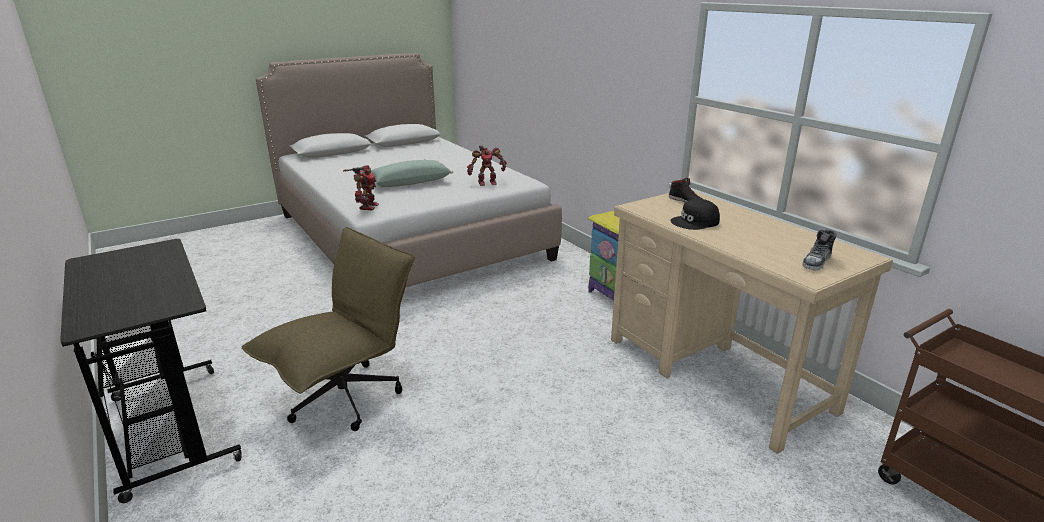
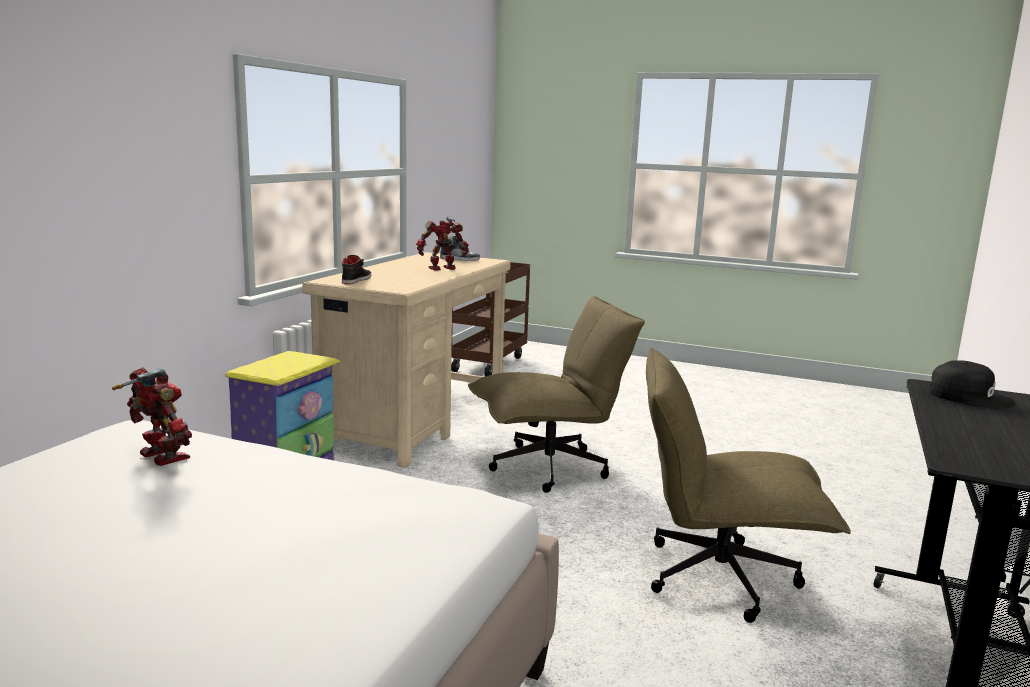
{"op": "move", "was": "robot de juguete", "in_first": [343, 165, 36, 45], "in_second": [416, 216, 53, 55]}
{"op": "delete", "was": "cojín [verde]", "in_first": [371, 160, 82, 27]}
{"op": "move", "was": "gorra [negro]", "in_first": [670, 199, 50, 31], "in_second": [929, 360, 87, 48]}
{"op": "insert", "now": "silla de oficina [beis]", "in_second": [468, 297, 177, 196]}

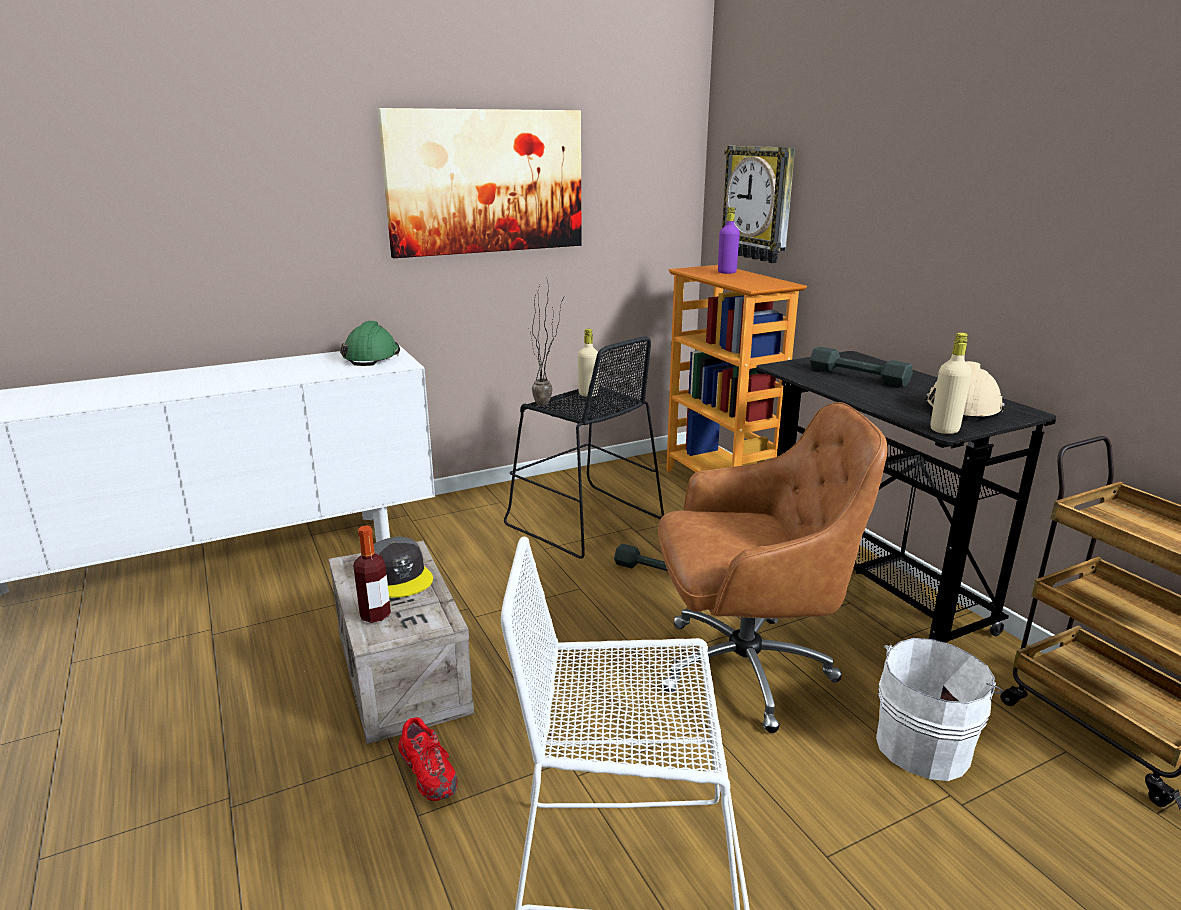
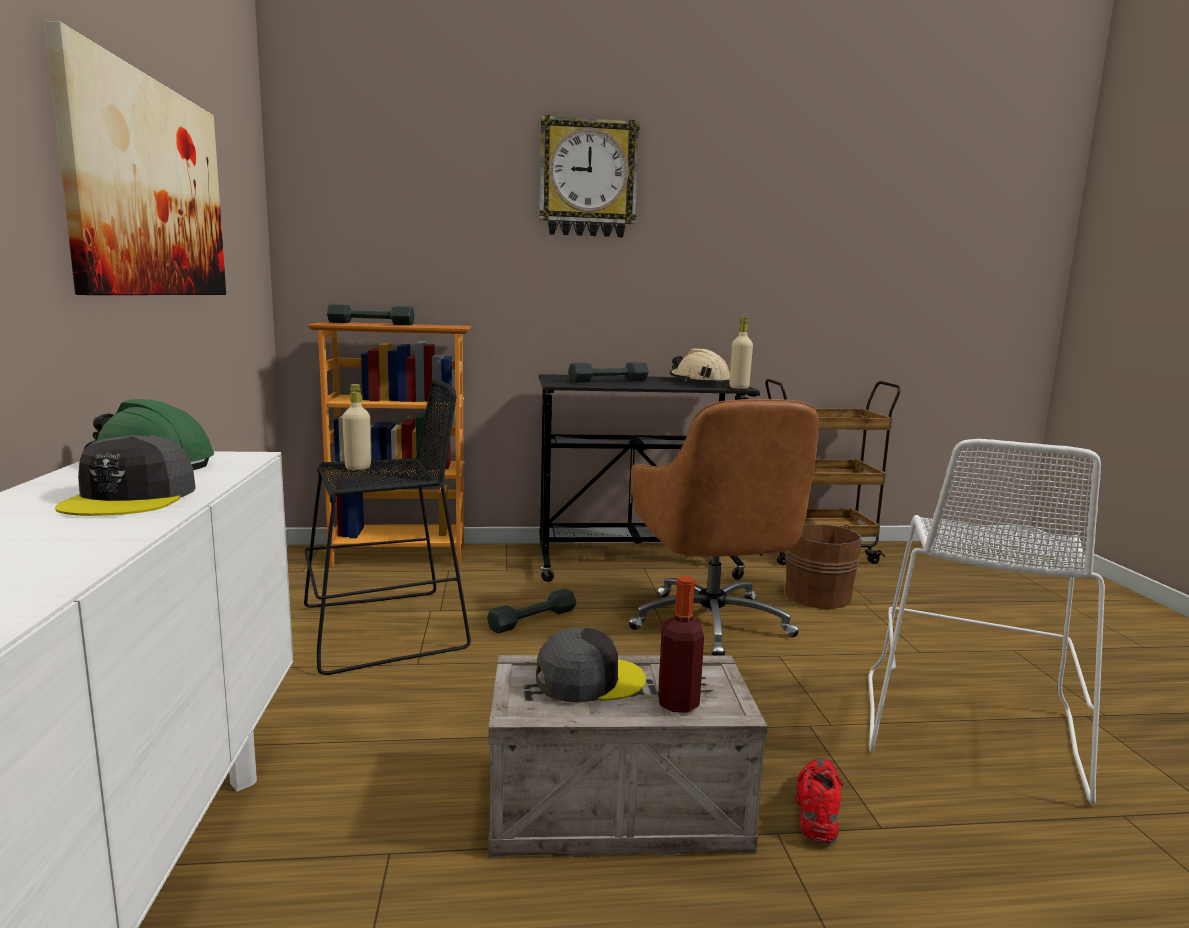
{"op": "rotate", "was": "zapato [rojo]", "in_first": [398, 717, 59, 84], "in_second": [795, 758, 49, 86], "clockwise": -60}
{"op": "delete", "was": "planta en maceta", "in_first": [530, 281, 32, 125]}
{"op": "rotate", "was": "silla de oficina [marrón]", "in_first": [658, 402, 230, 331], "in_second": [629, 399, 190, 256], "clockwise": 150}
{"op": "replace", "was": "botella [morado]", "now": "mancuerna [gris]", "in_first": [718, 207, 22, 67], "in_second": [327, 304, 87, 21]}
{"op": "move", "was": "reloj de pared", "in_first": [722, 146, 73, 117], "in_second": [539, 115, 101, 122]}
{"op": "recolor", "was": "cubo [blanco]", "now": "cubo [marrón]", "in_first": [876, 638, 127, 143], "in_second": [779, 524, 82, 85]}
{"op": "insert", "now": "gorra [gris]", "in_second": [55, 435, 141, 81]}

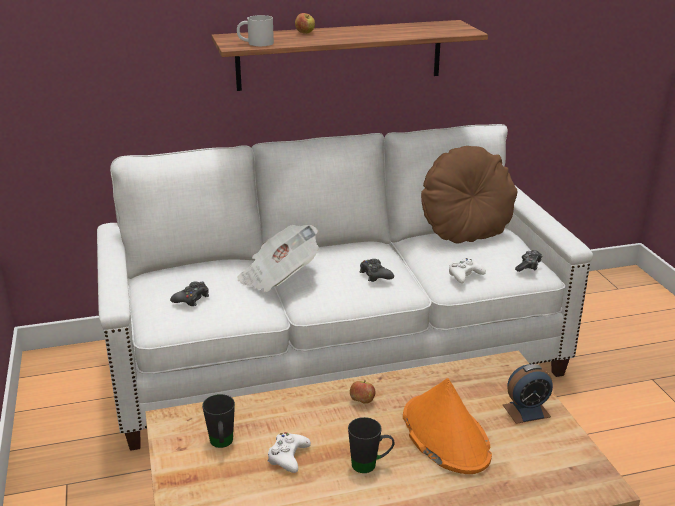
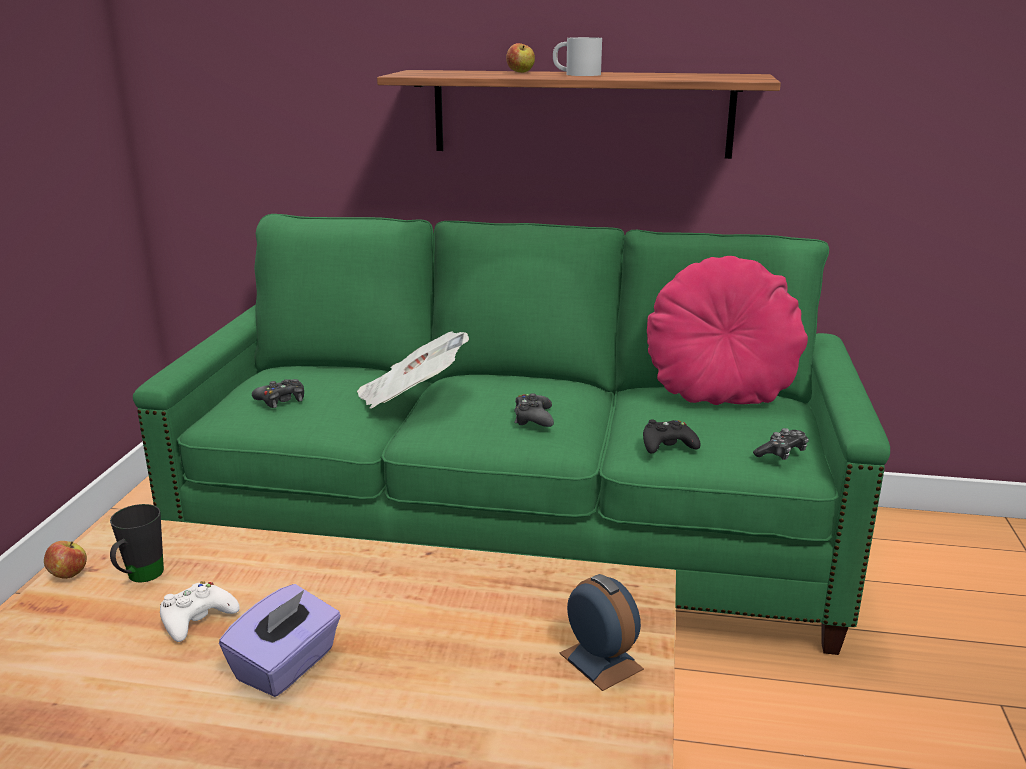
{"op": "recolor", "was": "sofá [blanco]", "now": "sofá [verde]", "in_first": [97, 124, 496, 327], "in_second": [133, 214, 757, 441]}
{"op": "move", "was": "taza grande [blanco]", "in_first": [237, 15, 37, 31], "in_second": [553, 37, 49, 39]}
{"op": "replace", "was": "taza grande [negro]", "now": "caja de pañuelos [morado]", "in_first": [348, 417, 46, 56], "in_second": [219, 584, 122, 113]}
{"op": "move", "was": "manzana", "in_first": [350, 380, 25, 24], "in_second": [44, 541, 43, 38]}
{"op": "delete", "was": "sombrero [naranja]", "in_first": [403, 378, 89, 96]}
{"op": "recolor", "was": "cojín [marrón]", "now": "cojín [rosa]", "in_first": [421, 146, 96, 97], "in_second": [647, 256, 161, 149]}
{"op": "recolor", "was": "mando de consola [blanco]", "now": "mando de consola [negro]", "in_first": [449, 258, 37, 25], "in_second": [643, 420, 58, 34]}
{"op": "rotate", "was": "despertador", "in_first": [503, 364, 50, 60], "in_second": [559, 574, 85, 117], "clockwise": -135}

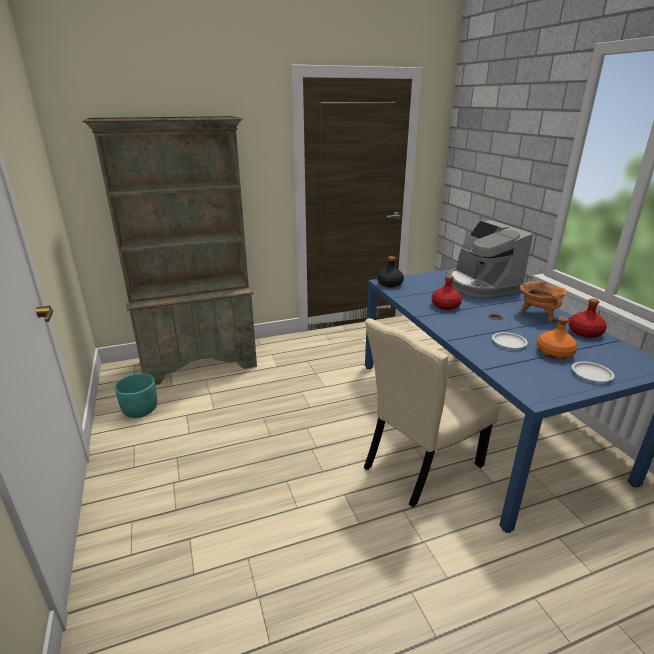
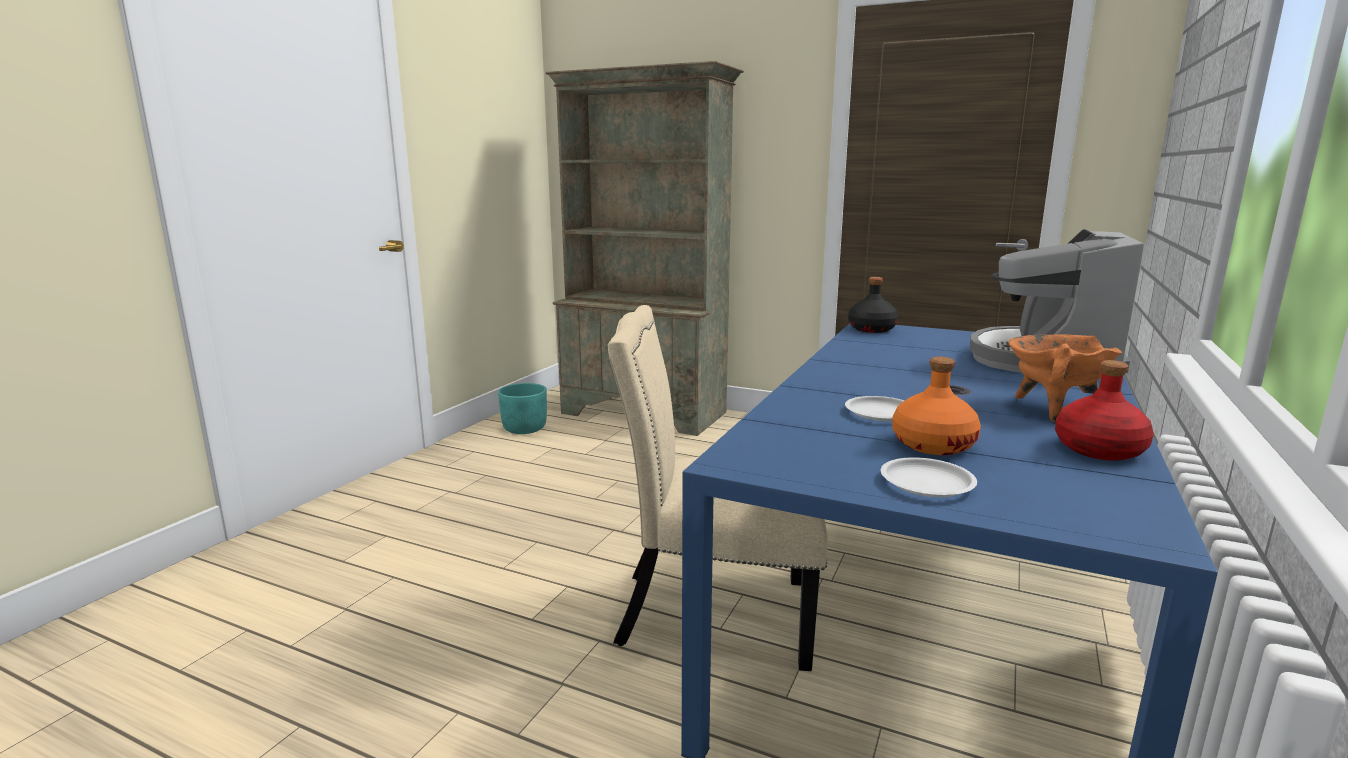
{"op": "delete", "was": "botella [rojo]", "in_first": [432, 275, 30, 35]}

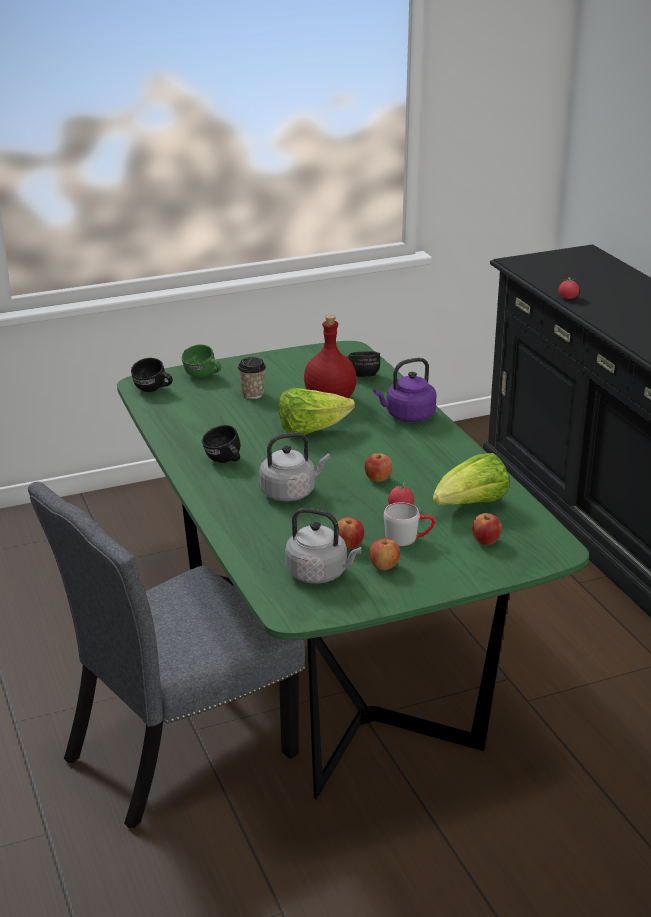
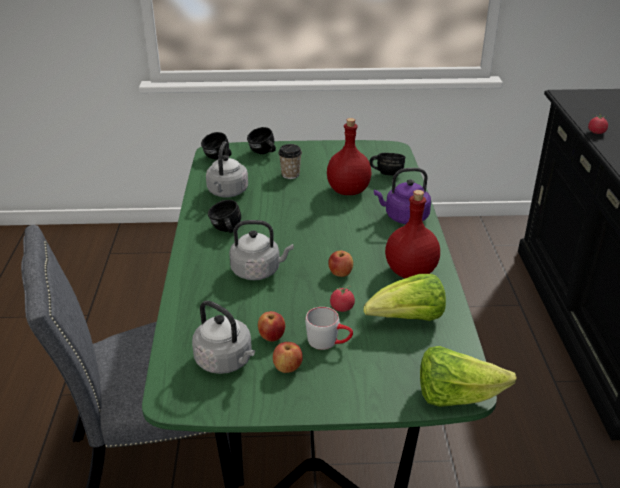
{"op": "recolor", "was": "taza grande [verde]", "now": "taza grande [negro]", "in_first": [182, 344, 39, 34], "in_second": [247, 127, 29, 27]}
{"op": "move", "was": "lechuga", "in_first": [279, 388, 76, 47], "in_second": [420, 346, 97, 61]}
{"op": "delete", "was": "manzana", "in_first": [472, 513, 30, 32]}
{"op": "insert", "now": "hervidor [gris]", "in_second": [206, 141, 42, 56]}
{"op": "insert", "now": "botella [rojo]", "in_second": [385, 190, 55, 88]}

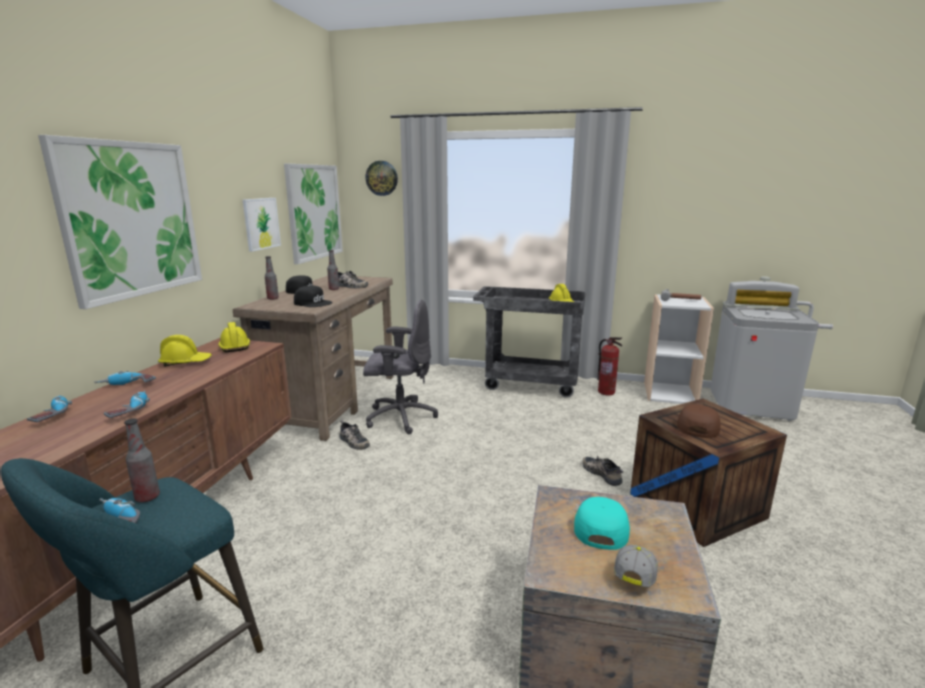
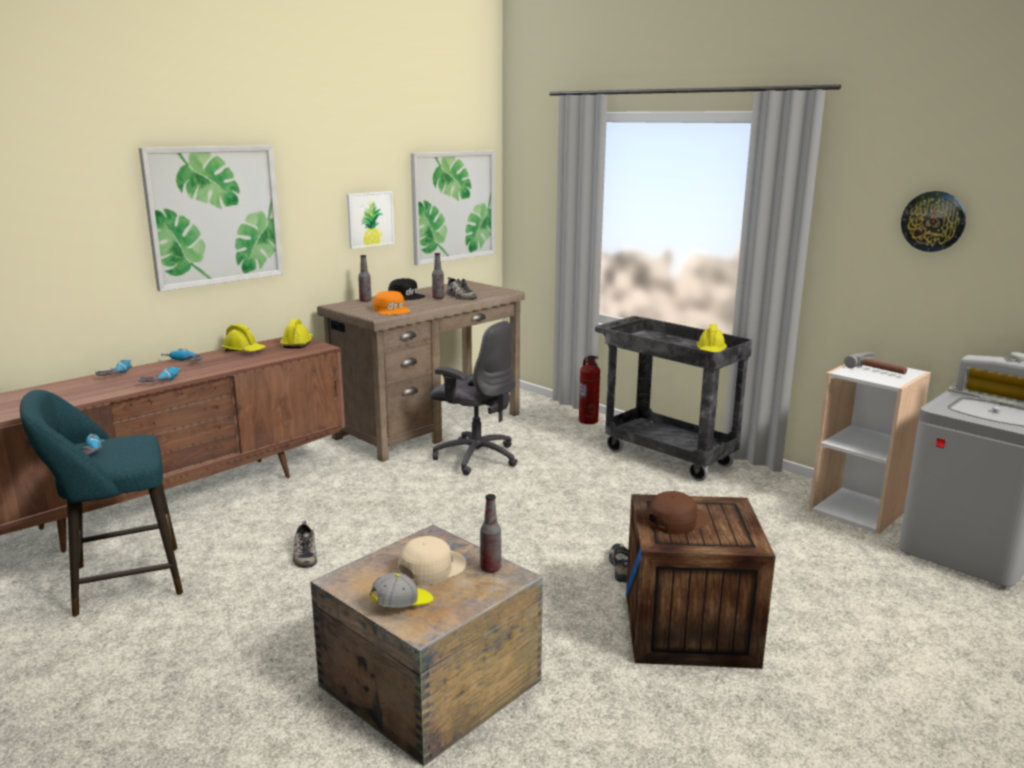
{"op": "move", "was": "botella", "in_first": [124, 418, 36, 85], "in_second": [480, 494, 21, 79]}
{"op": "recolor", "was": "gorra [negro]", "now": "gorra [naranja]", "in_first": [294, 285, 39, 22], "in_second": [373, 291, 38, 24]}
{"op": "move", "was": "zapato", "in_first": [339, 420, 31, 30], "in_second": [293, 520, 24, 48]}
{"op": "move", "was": "reloj de pared", "in_first": [365, 161, 33, 35], "in_second": [901, 191, 65, 61]}
{"op": "recolor", "was": "gorra [turquesa]", "now": "gorra [beis]", "in_first": [574, 497, 56, 53], "in_second": [398, 536, 69, 49]}
{"op": "move", "was": "extintor", "in_first": [597, 337, 25, 59], "in_second": [579, 355, 21, 69]}

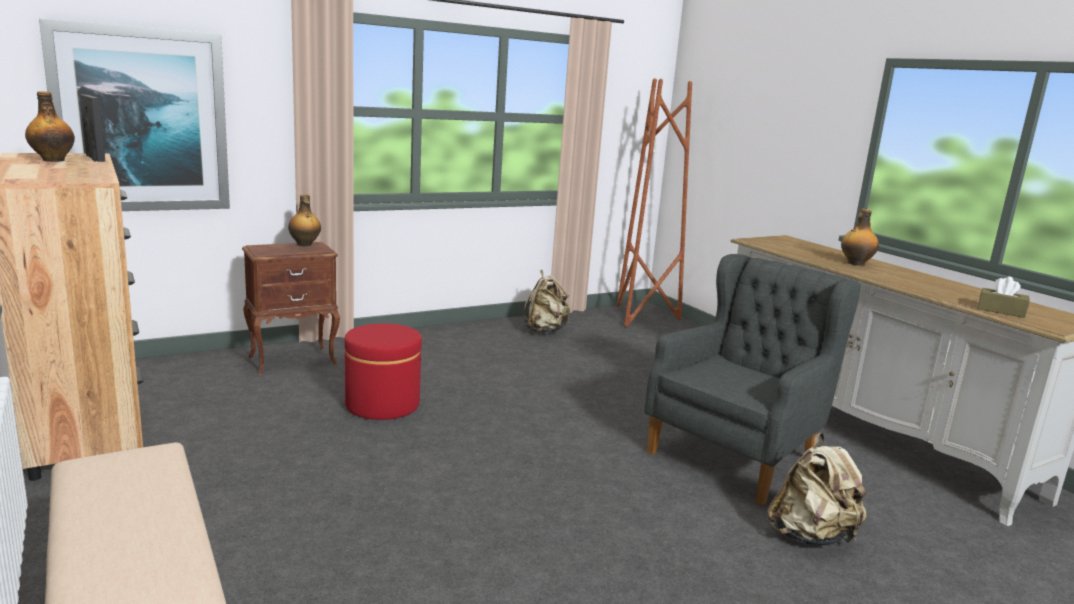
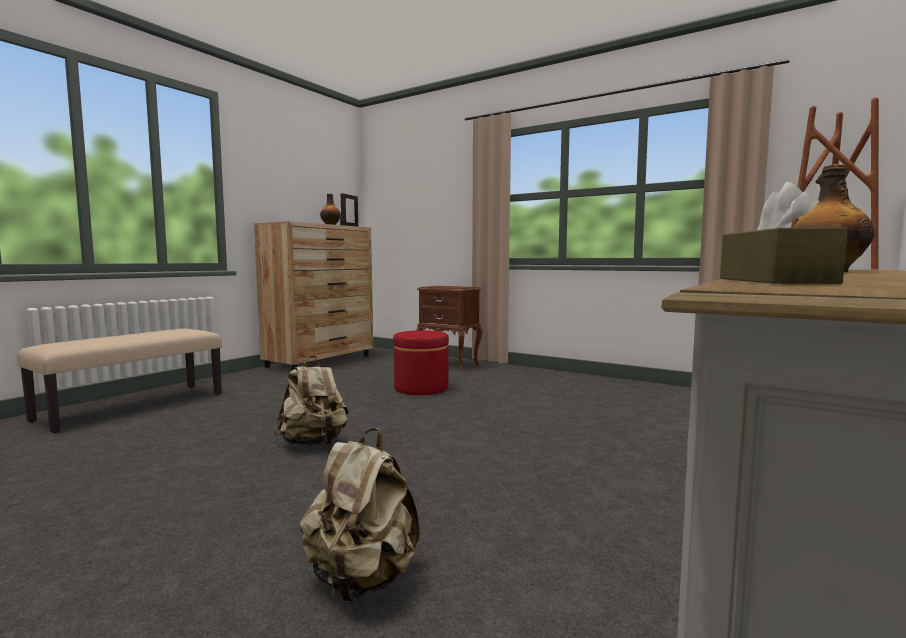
{"op": "delete", "was": "cuadro", "in_first": [39, 19, 191, 192]}
{"op": "delete", "was": "botella", "in_first": [288, 195, 33, 52]}
{"op": "move", "was": "mochila [beis]", "in_first": [525, 270, 45, 63], "in_second": [274, 356, 75, 89]}
{"op": "delete", "was": "sillón [gris]", "in_first": [644, 254, 217, 251]}

